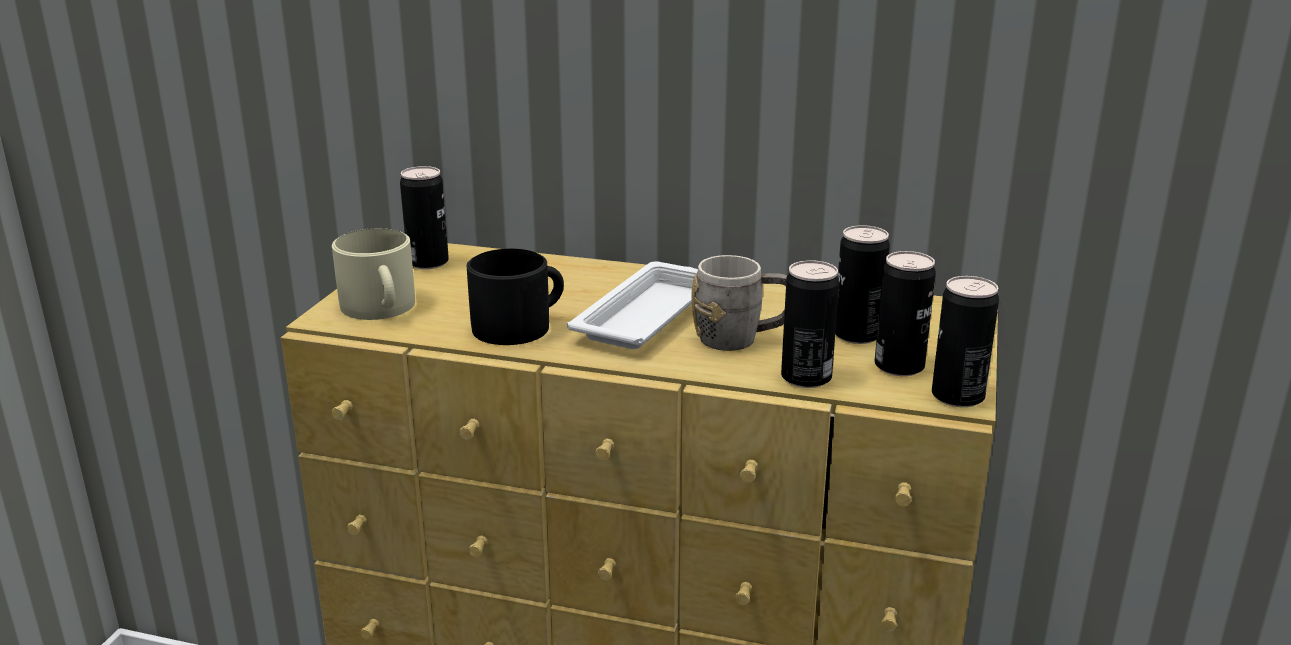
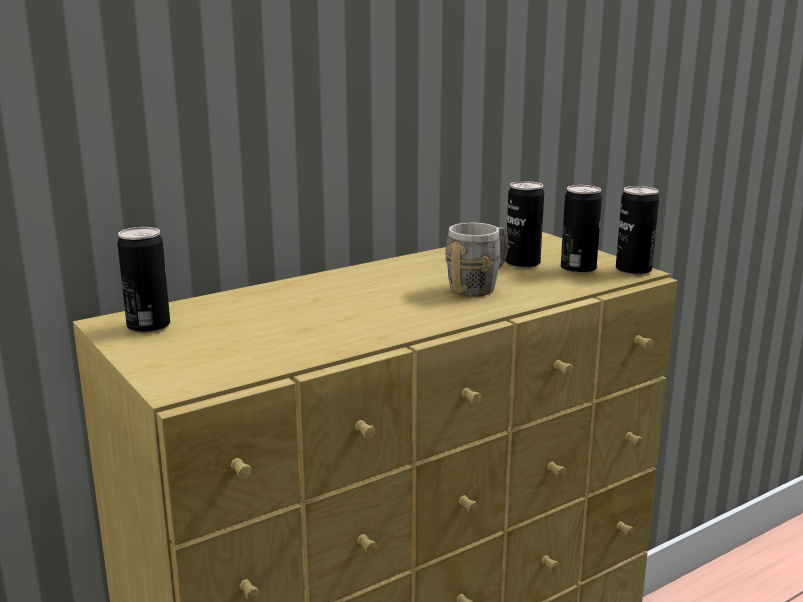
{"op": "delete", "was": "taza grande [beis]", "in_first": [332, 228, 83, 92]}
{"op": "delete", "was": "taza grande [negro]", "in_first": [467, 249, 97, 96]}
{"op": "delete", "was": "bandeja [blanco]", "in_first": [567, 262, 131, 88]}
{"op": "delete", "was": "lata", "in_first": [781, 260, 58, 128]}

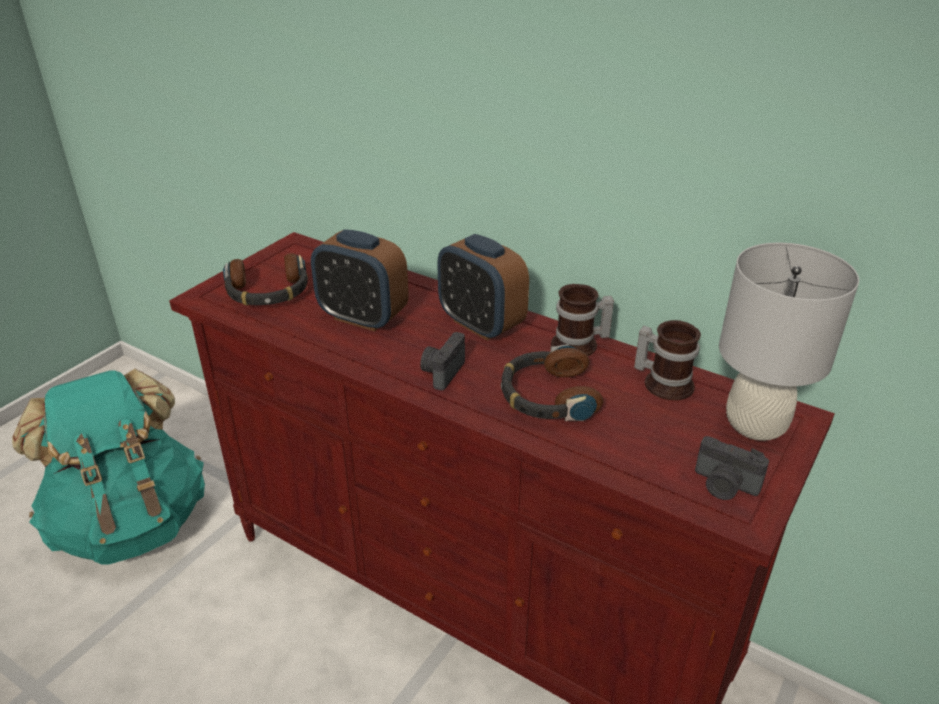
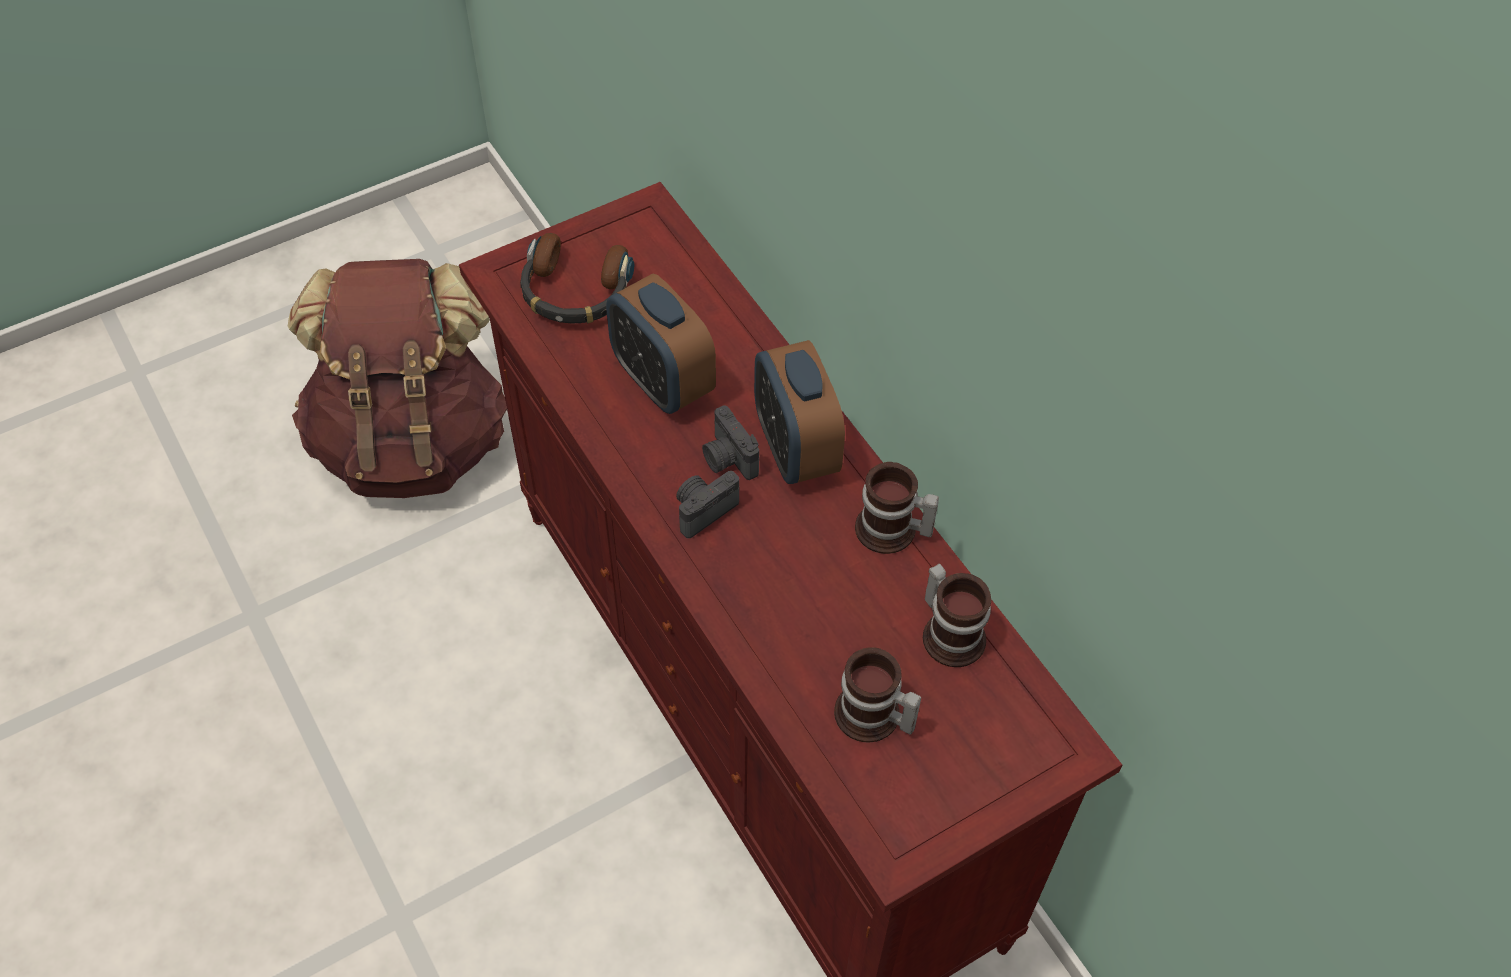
{"op": "recolor", "was": "mochila [turquesa]", "now": "mochila [marrón]", "in_first": [12, 369, 193, 196], "in_second": [288, 259, 219, 239]}
{"op": "delete", "was": "auriculares", "in_first": [501, 344, 102, 77]}
{"op": "move", "was": "cámara", "in_first": [695, 436, 74, 64], "in_second": [702, 405, 57, 75]}
{"op": "delete", "was": "lámpara de mesa [gris]", "in_first": [719, 243, 140, 198]}
{"op": "insert", "now": "taza grande", "in_second": [834, 647, 87, 96]}

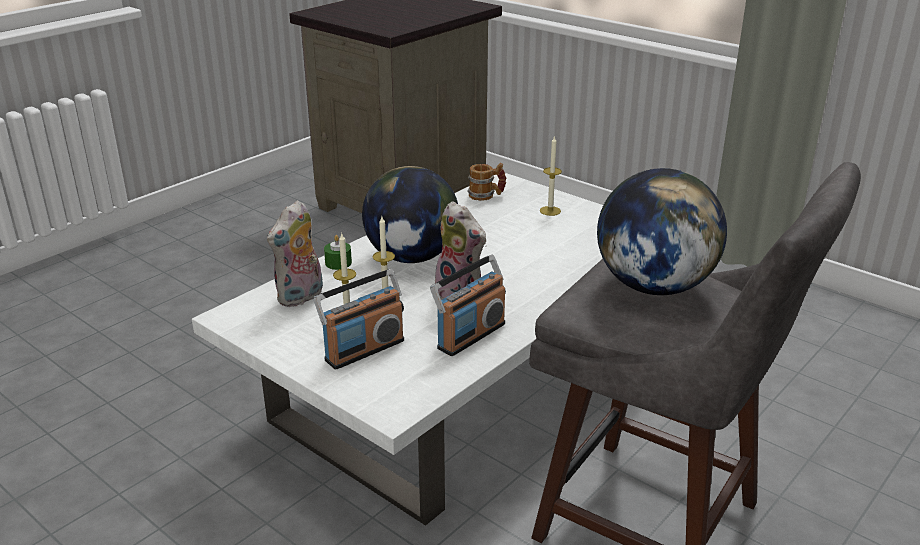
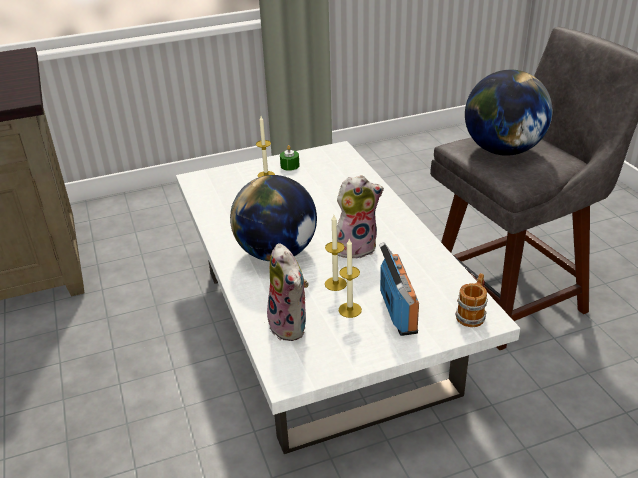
{"op": "move", "was": "vela [verde]", "in_first": [324, 235, 28, 35], "in_second": [280, 145, 20, 26]}
{"op": "delete", "was": "radio", "in_first": [430, 255, 76, 101]}
{"op": "move", "was": "taza grande", "in_first": [468, 163, 38, 38], "in_second": [455, 273, 33, 54]}

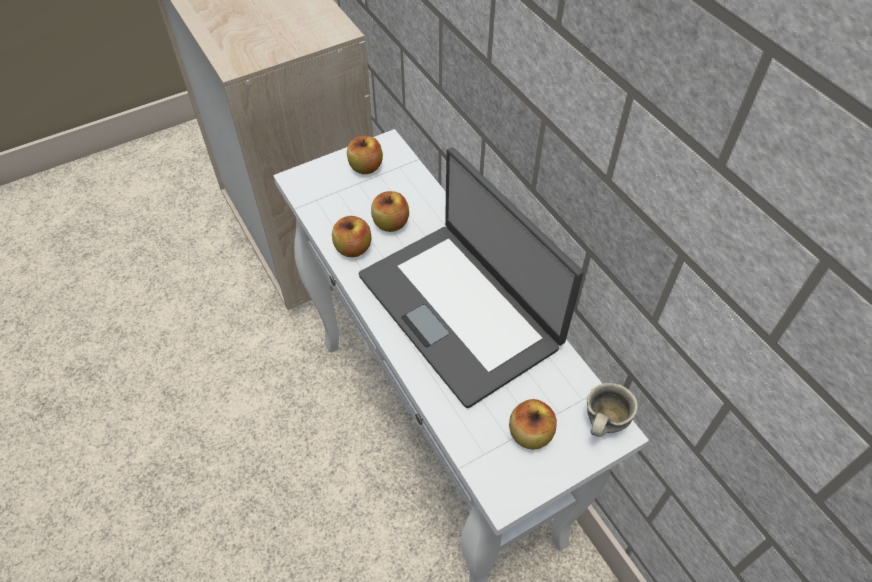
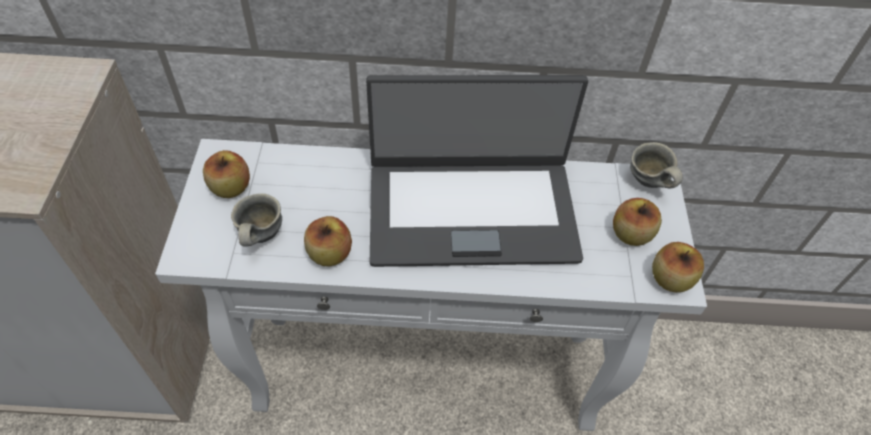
{"op": "move", "was": "manzana", "in_first": [371, 191, 38, 41], "in_second": [652, 242, 52, 50]}
{"op": "insert", "now": "taza grande [gris]", "in_second": [231, 193, 51, 54]}

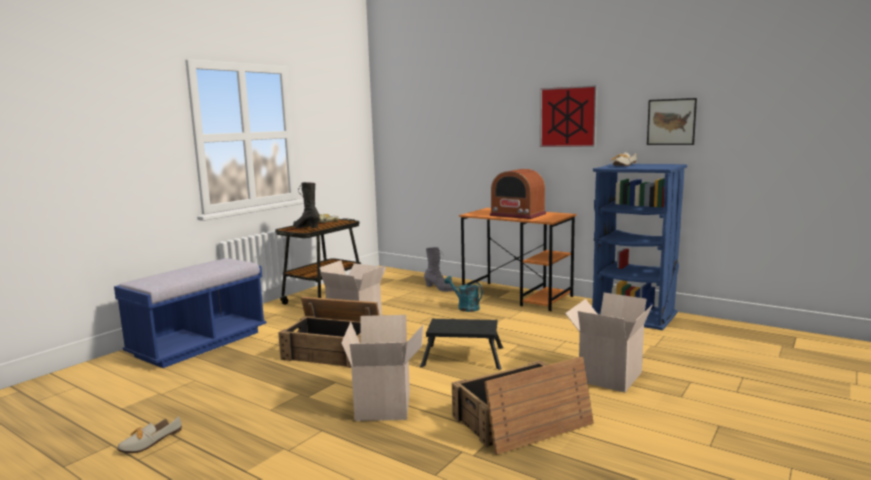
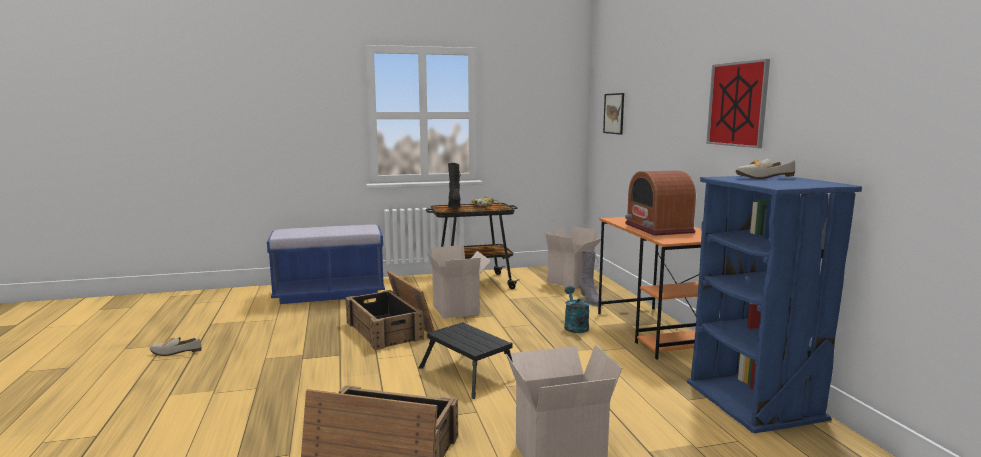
{"op": "move", "was": "caja de cartón", "in_first": [341, 315, 82, 106], "in_second": [544, 226, 57, 62]}
{"op": "move", "was": "cuadro", "in_first": [647, 98, 50, 47], "in_second": [603, 93, 21, 42]}

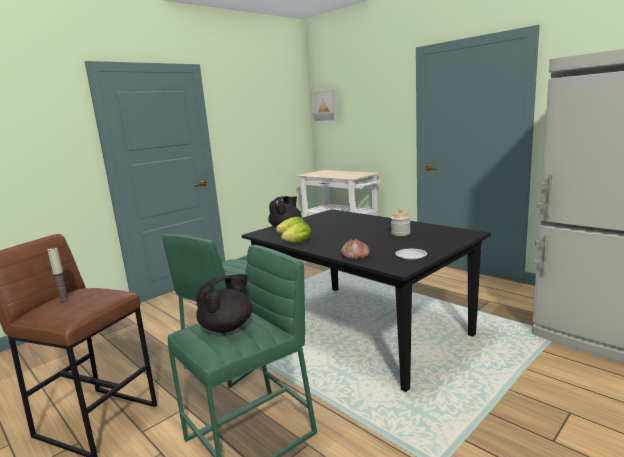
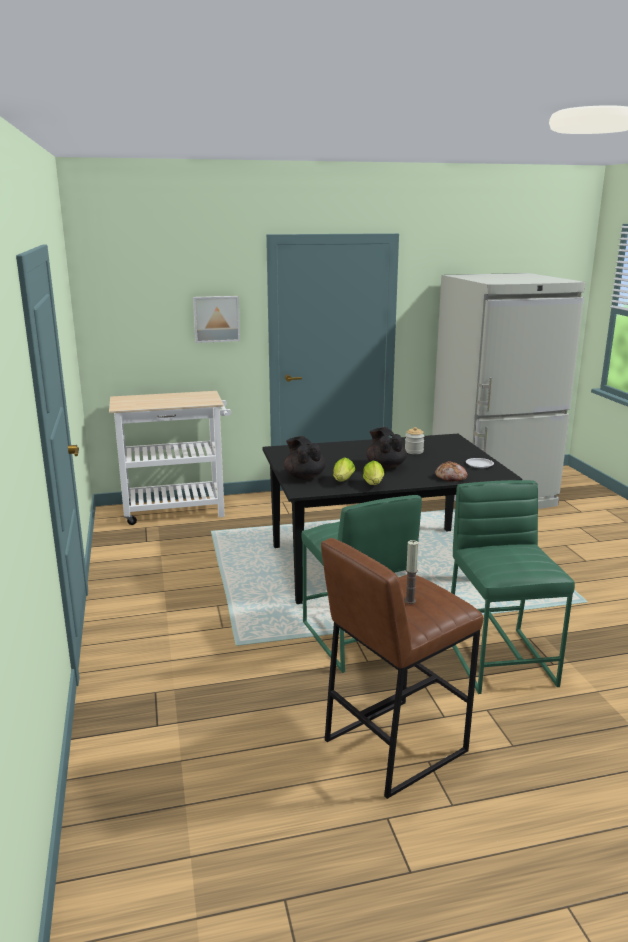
{"op": "move", "was": "tetera [negro]", "in_first": [196, 274, 56, 59], "in_second": [366, 427, 41, 42]}
{"op": "move", "was": "cuadro", "in_first": [312, 89, 26, 33], "in_second": [193, 296, 47, 47]}

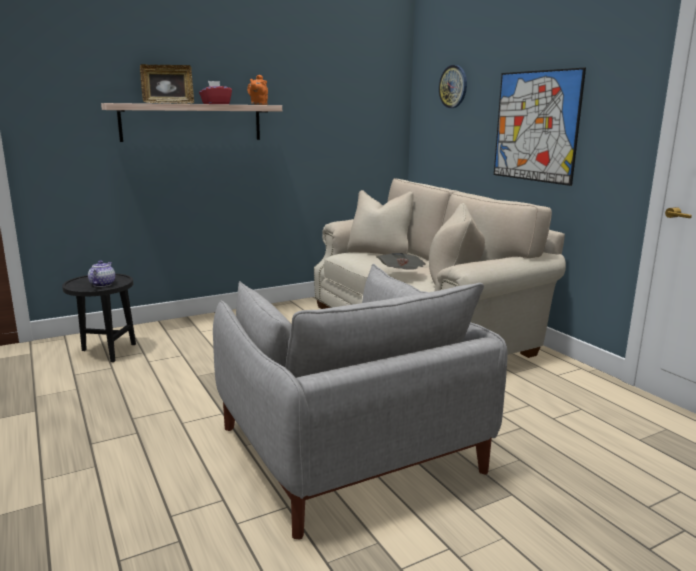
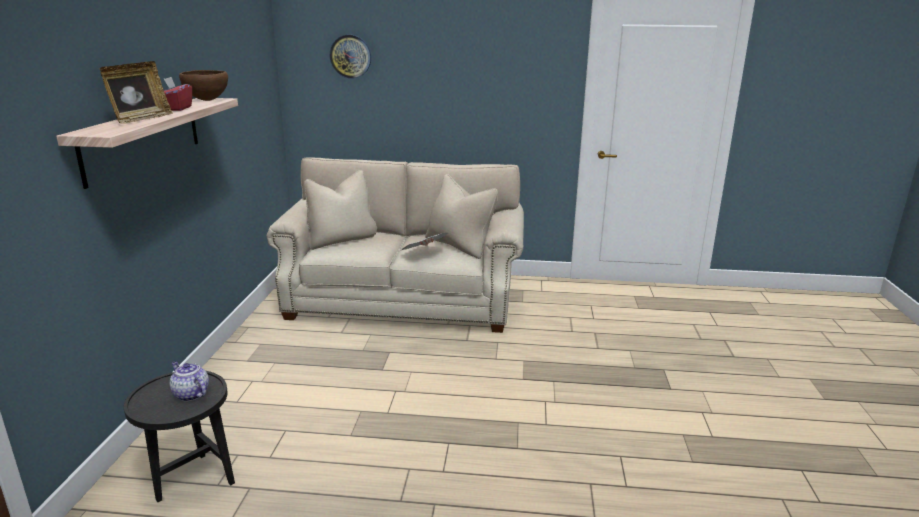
{"op": "delete", "was": "sillón [gris]", "in_first": [213, 264, 295, 275]}
{"op": "replace", "was": "tetera [naranja]", "now": "cuenco [marrón]", "in_first": [247, 75, 21, 30], "in_second": [179, 70, 49, 31]}
{"op": "delete", "was": "cuadro", "in_first": [494, 67, 92, 119]}

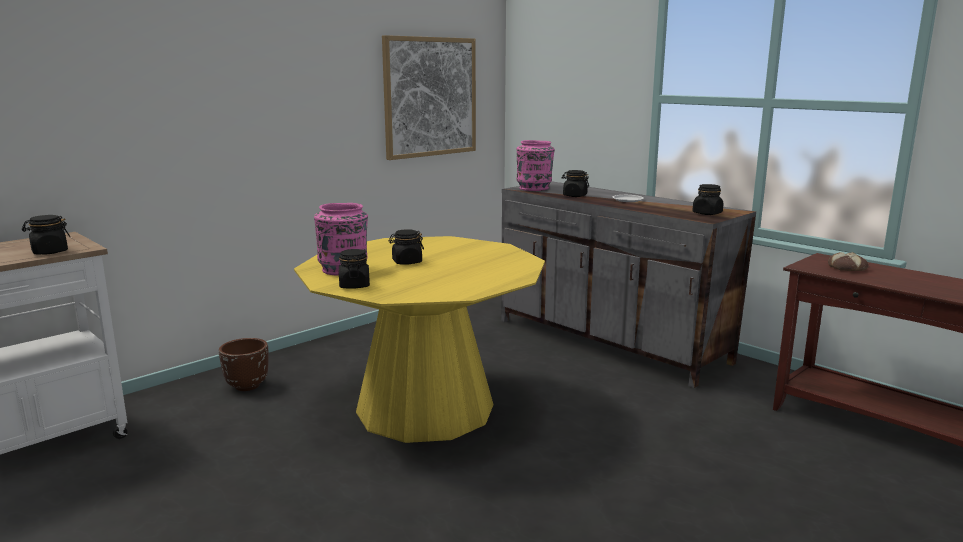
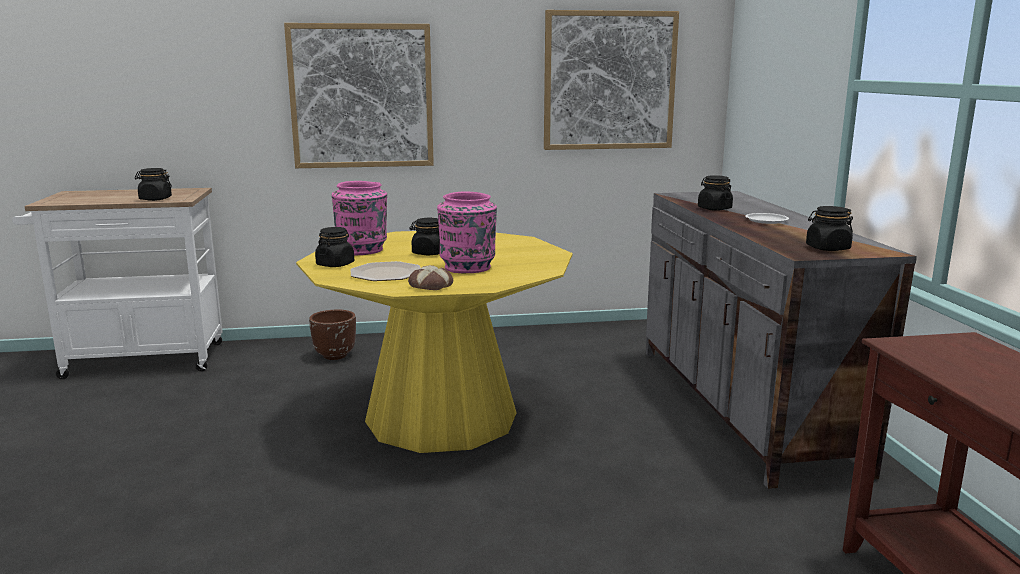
{"op": "move", "was": "florero [rosa]", "in_first": [517, 140, 38, 51], "in_second": [437, 192, 60, 81]}
{"op": "move", "was": "pan", "in_first": [828, 252, 40, 19], "in_second": [408, 265, 45, 25]}
{"op": "insert", "now": "cuadro", "in_second": [284, 23, 150, 145]}
{"op": "insert", "now": "plato", "in_second": [350, 261, 70, 20]}

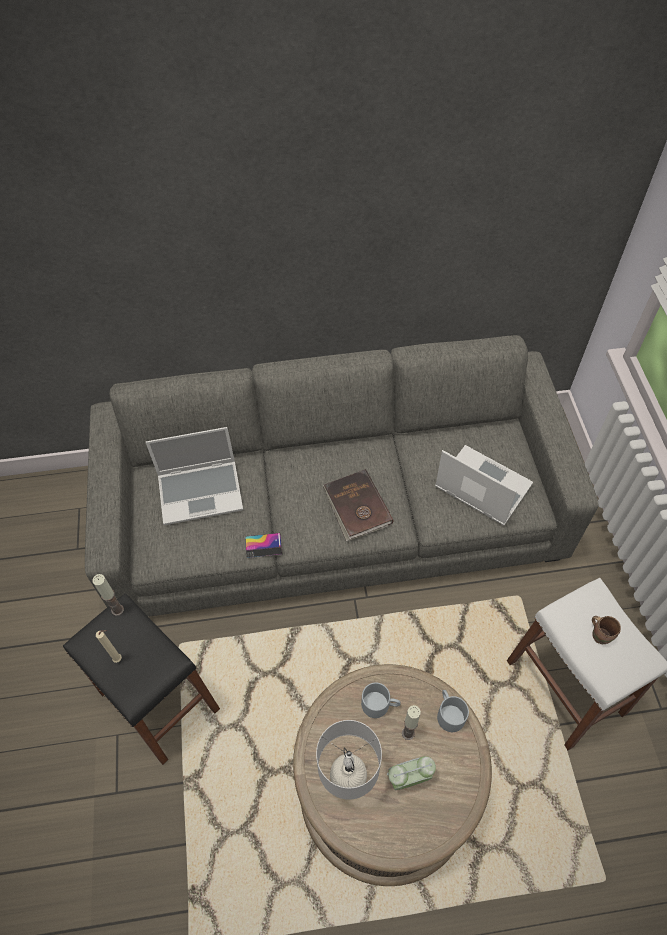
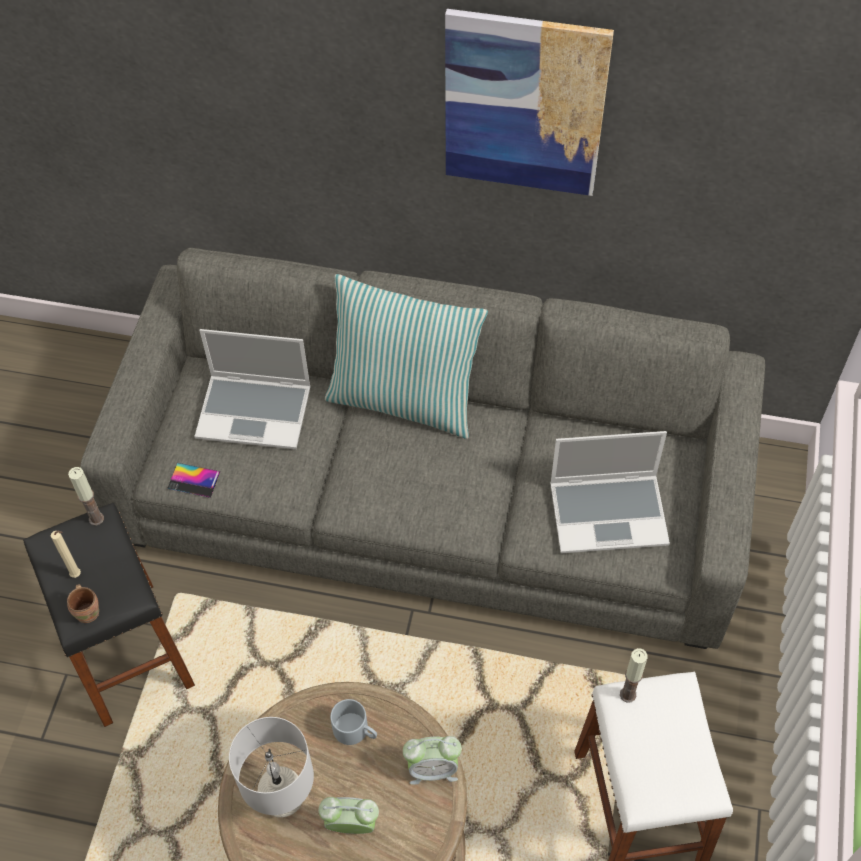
{"op": "move", "was": "móvil", "in_first": [245, 533, 37, 25], "in_second": [167, 463, 53, 35]}
{"op": "delete", "was": "libro [marrón]", "in_first": [323, 469, 70, 72]}
{"op": "move", "was": "vela", "in_first": [402, 705, 19, 35], "in_second": [620, 648, 28, 55]}
{"op": "rotate", "was": "portátil", "in_first": [435, 445, 98, 80], "in_second": [550, 431, 120, 123], "clockwise": 120}
{"op": "replace", "was": "taza grande [gris]", "now": "despertador", "in_first": [437, 690, 32, 42], "in_second": [403, 736, 59, 49]}
{"op": "move", "was": "taza grande [marrón]", "in_first": [592, 616, 29, 28], "in_second": [67, 584, 32, 39]}
{"op": "insert", "now": "cojín", "in_second": [325, 274, 163, 165]}
{"op": "insert", "now": "cuadro", "in_second": [445, 9, 169, 187]}

